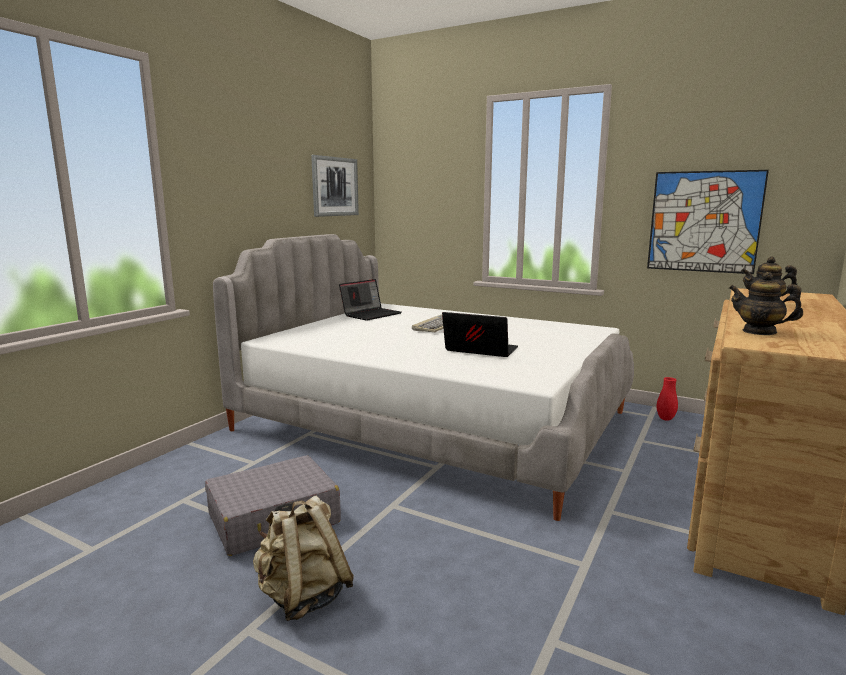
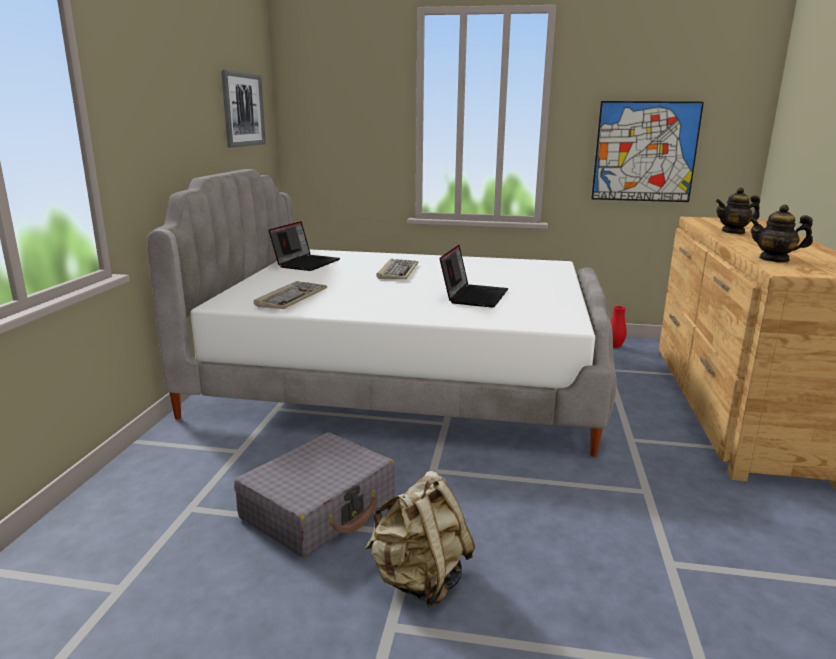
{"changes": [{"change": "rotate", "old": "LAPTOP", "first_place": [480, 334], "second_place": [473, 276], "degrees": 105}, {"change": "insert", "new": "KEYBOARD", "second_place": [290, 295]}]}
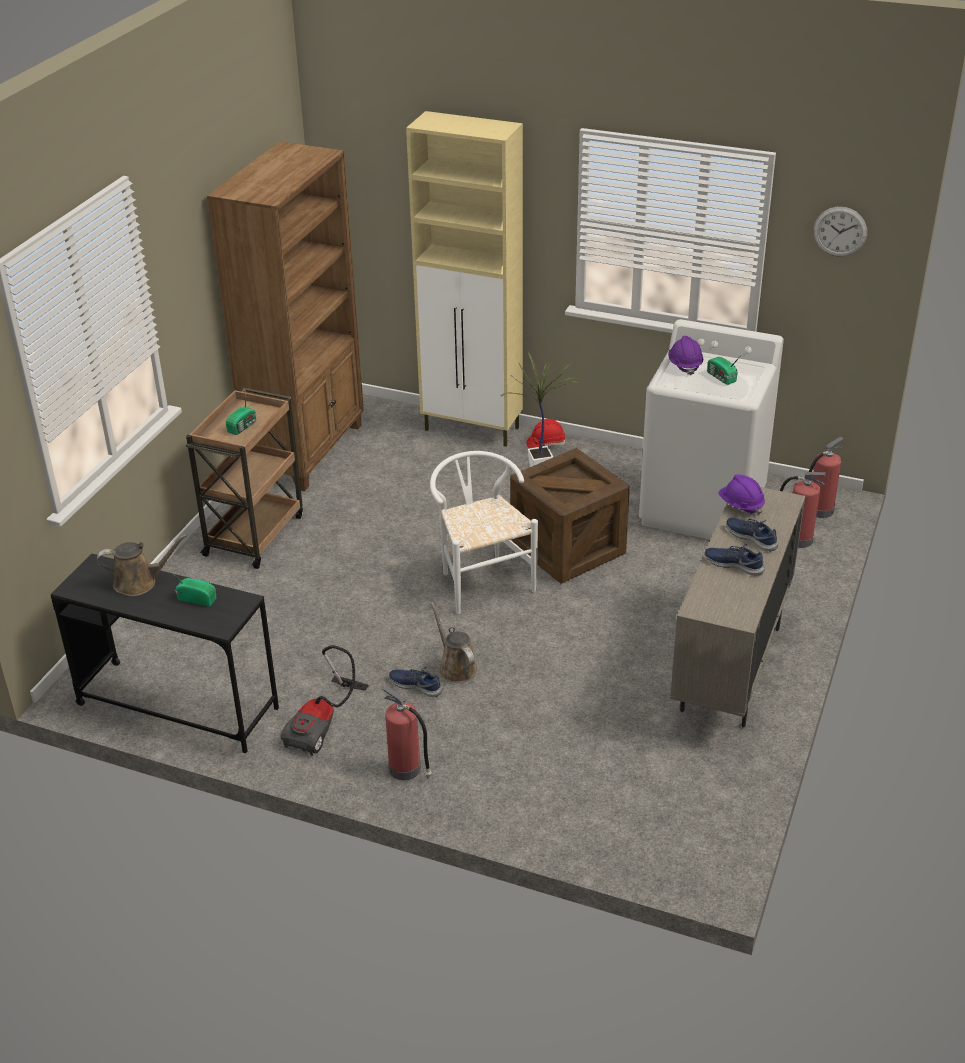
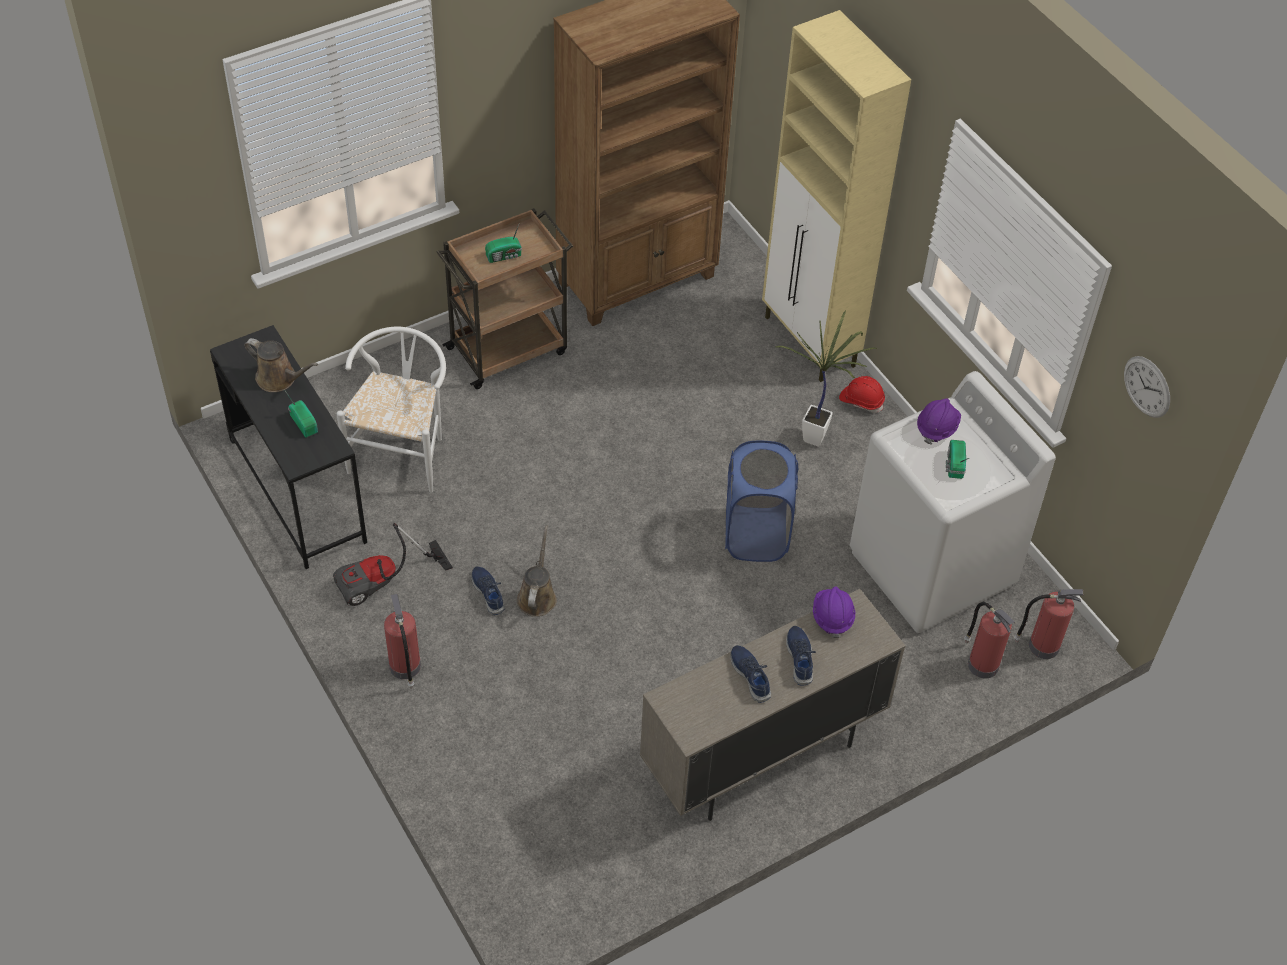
{"changes": [{"change": "replace", "old": "CRATE", "new": "BLUE LAUNDRY BASKET", "first_place": [570, 516], "second_place": [761, 501]}, {"change": "move", "old": "WHITE CHAIR", "first_place": [484, 532], "second_place": [391, 410]}]}
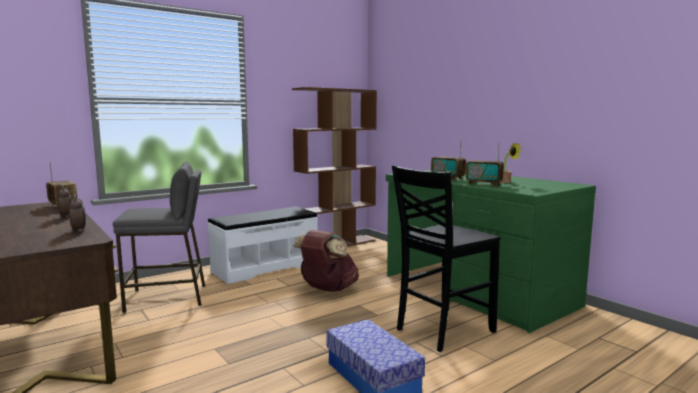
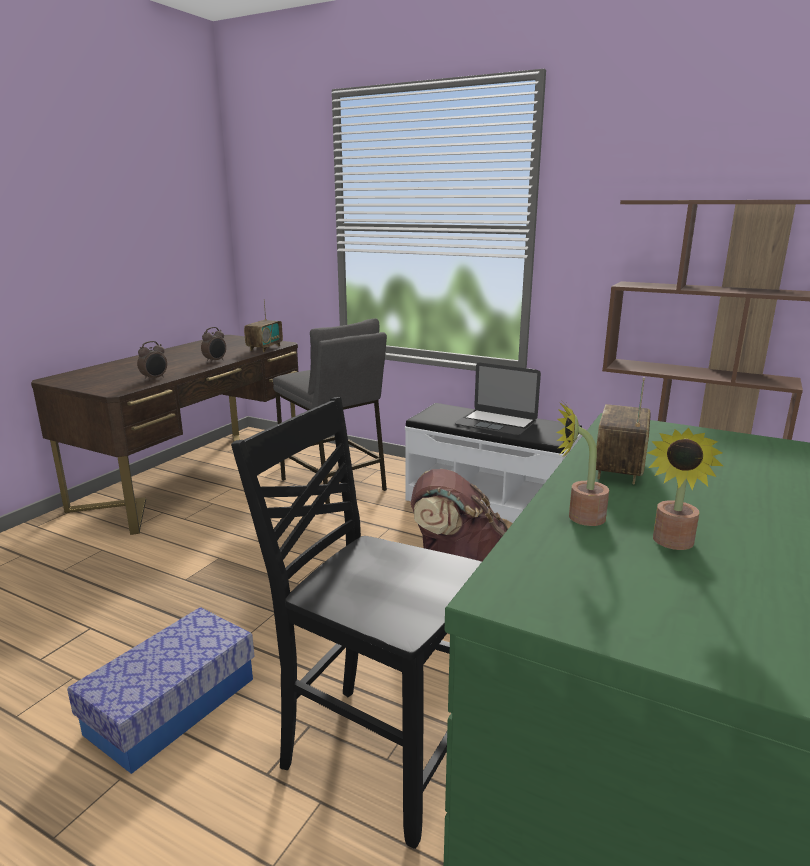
{"changes": [{"change": "replace", "old": "RADIO", "new": "POTTED PLANT", "first_place": [485, 164], "second_place": [582, 463]}, {"change": "insert", "new": "LAPTOP", "second_place": [497, 399]}]}
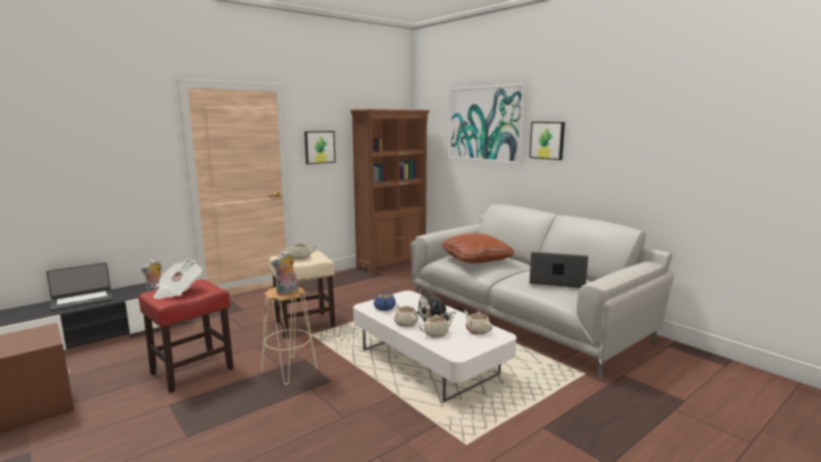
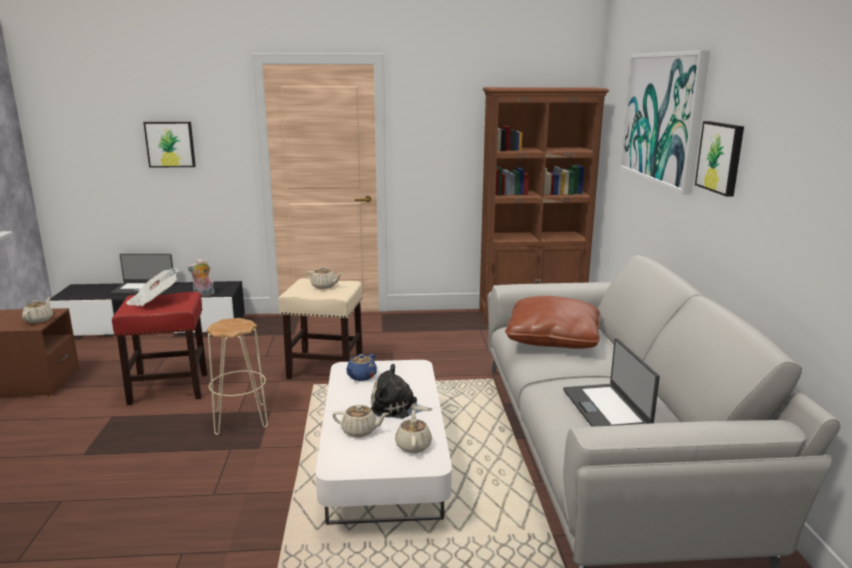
{"changes": [{"change": "move", "old": "PICTURE", "first_place": [320, 147], "second_place": [169, 145]}, {"change": "delete", "old": "PLUSH TOY", "first_place": [284, 271]}, {"change": "rotate", "old": "LAPTOP", "first_place": [558, 270], "second_place": [611, 382], "degrees": -150}, {"change": "move", "old": "BEIGE TEAPOT", "first_place": [406, 315], "second_place": [37, 310]}]}
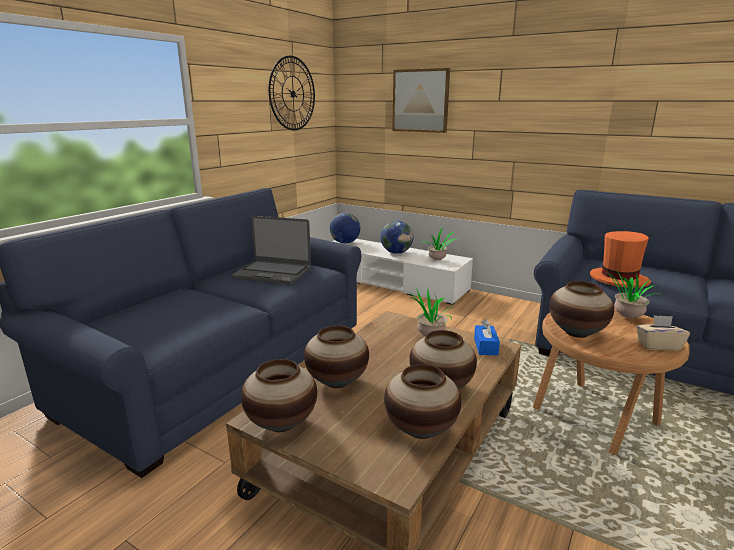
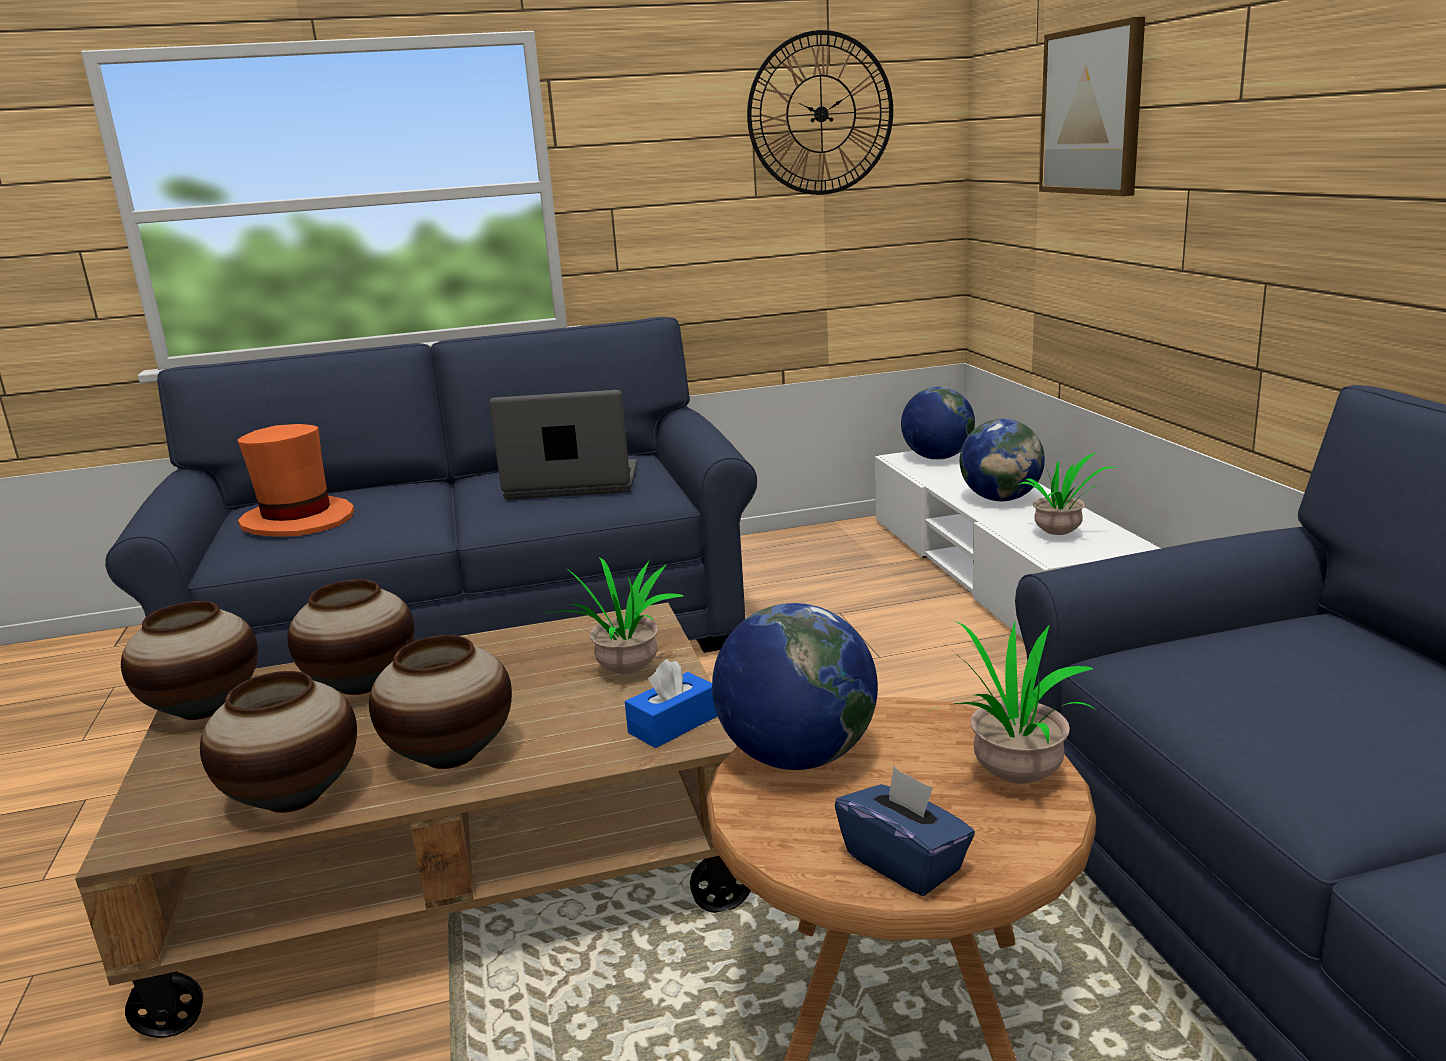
{"changes": [{"change": "rotate", "old": "LAPTOP", "first_place": [271, 250], "second_place": [563, 445], "degrees": 120}, {"change": "move", "old": "ORANGE HAT", "first_place": [620, 259], "second_place": [296, 480]}, {"change": "replace", "old": "VASE", "new": "GLOBE", "first_place": [581, 309], "second_place": [795, 686]}, {"change": "recolor", "old": "BEIGE TISSUE BOX", "new": "BLUE TISSUE BOX", "first_place": [663, 333], "second_place": [905, 831]}]}
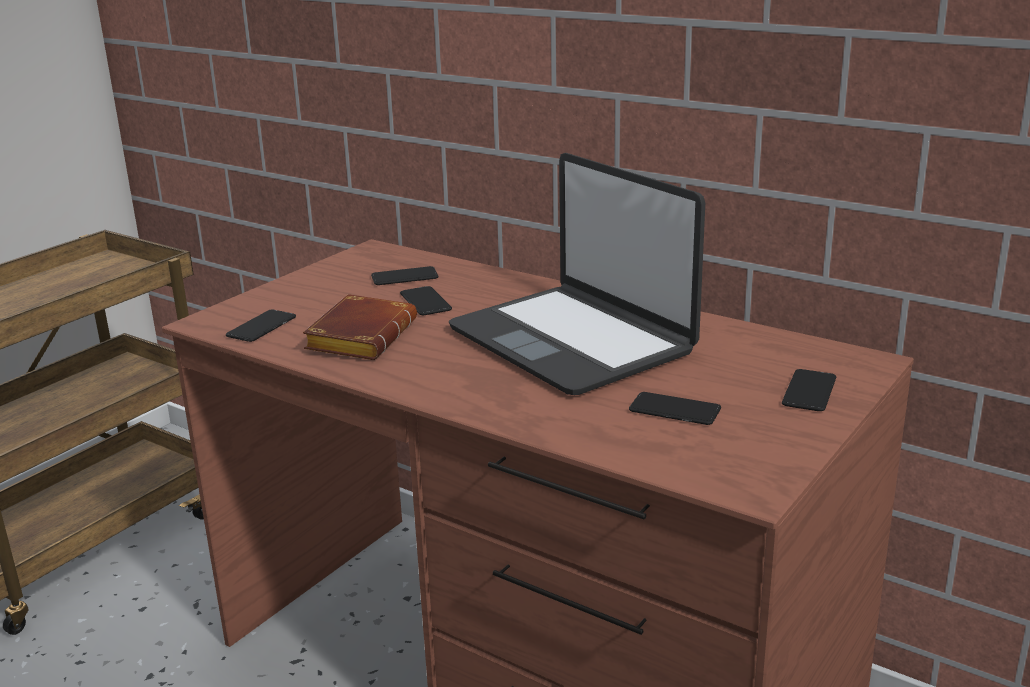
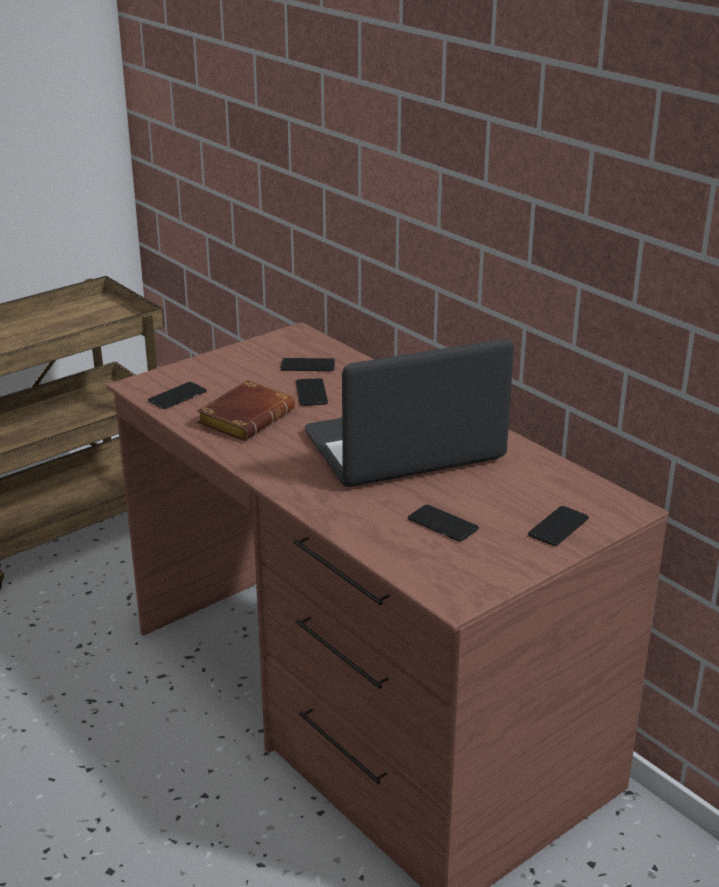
{"changes": [{"change": "rotate", "old": "LAPTOP", "first_place": [577, 274], "second_place": [409, 413], "degrees": 90}]}
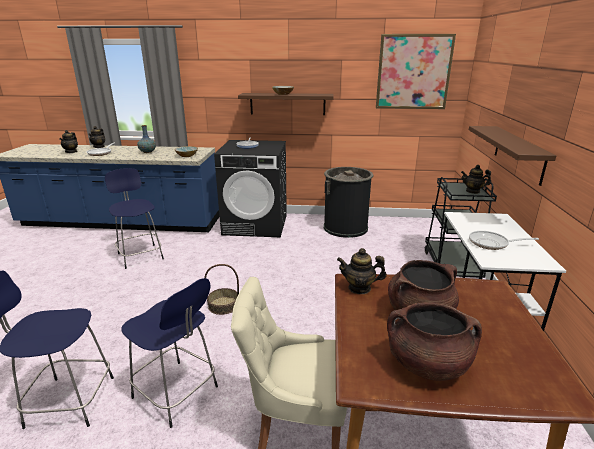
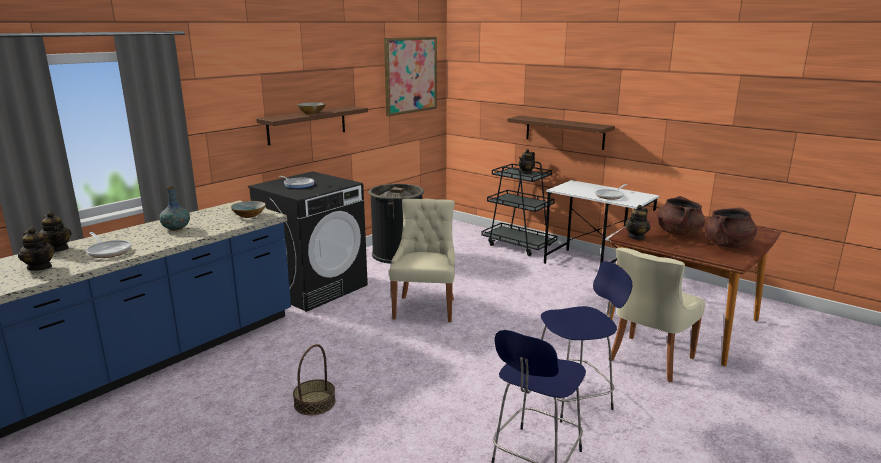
{"changes": [{"change": "delete", "old": "BLUE STOOL", "first_place": [134, 218]}, {"change": "move", "old": "BASKET", "first_place": [221, 289], "second_place": [314, 379]}, {"change": "insert", "new": "BEIGE CHAIR", "second_place": [422, 260]}]}
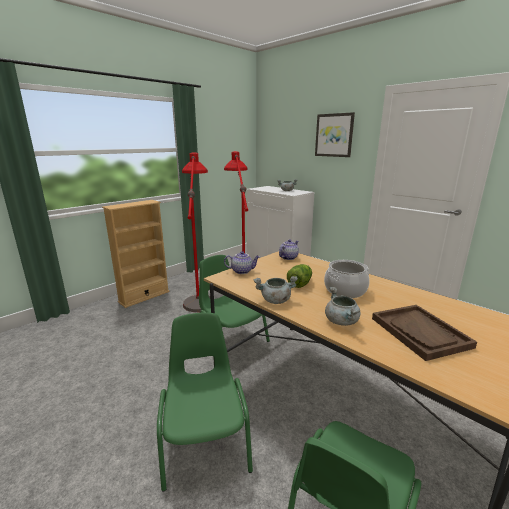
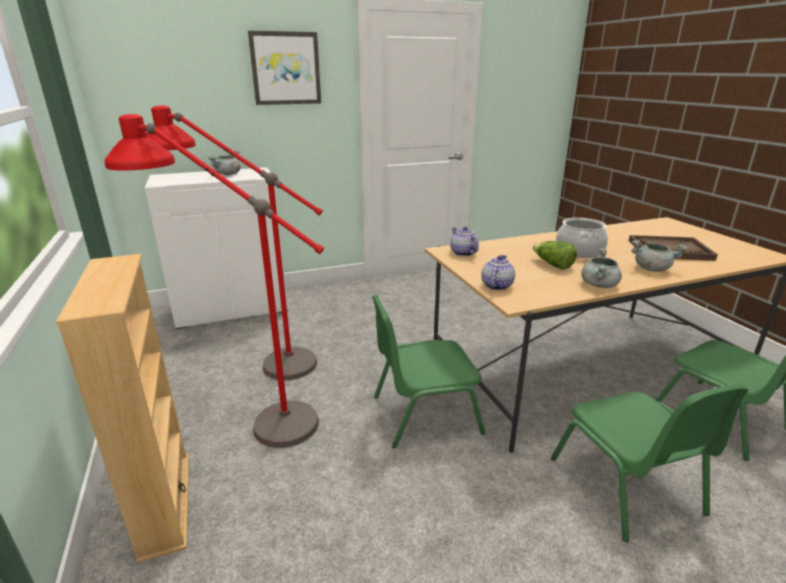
{"changes": [{"change": "rotate", "old": "GREEN CHAIR", "first_place": [205, 402], "second_place": [650, 463], "degrees": -120}]}
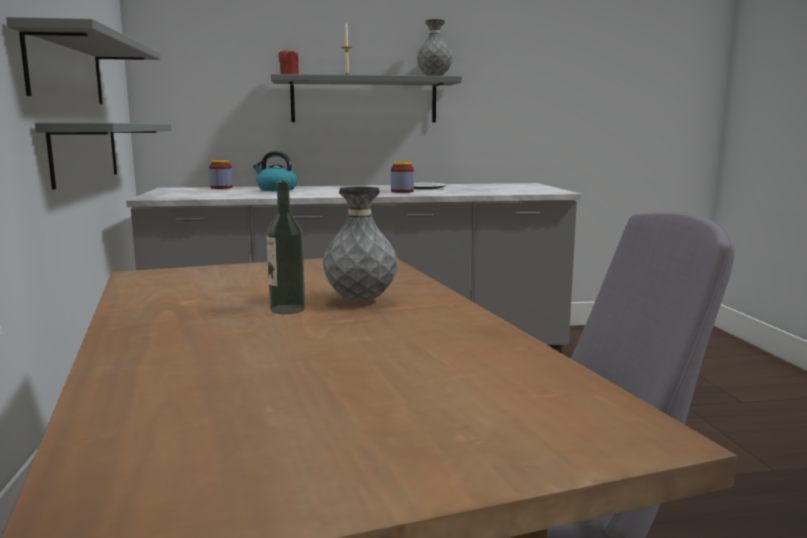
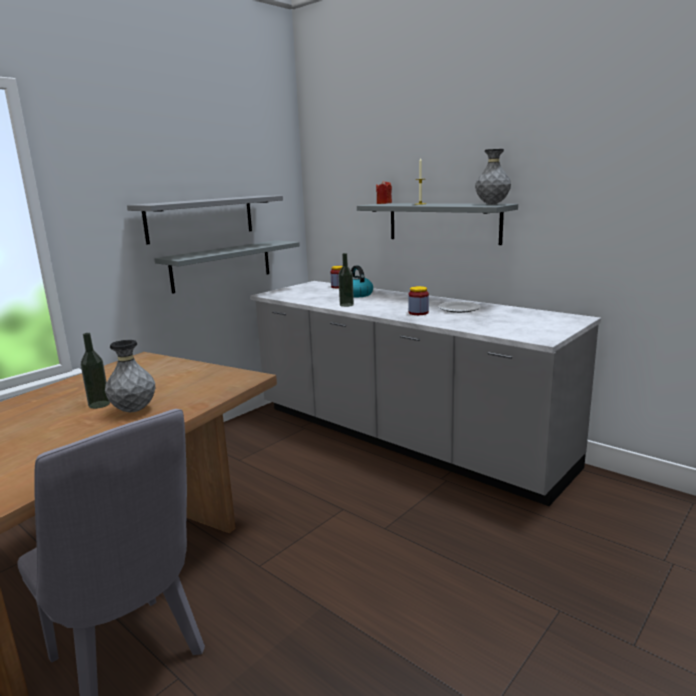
{"changes": [{"change": "insert", "new": "BOTTLE", "second_place": [346, 280]}]}
